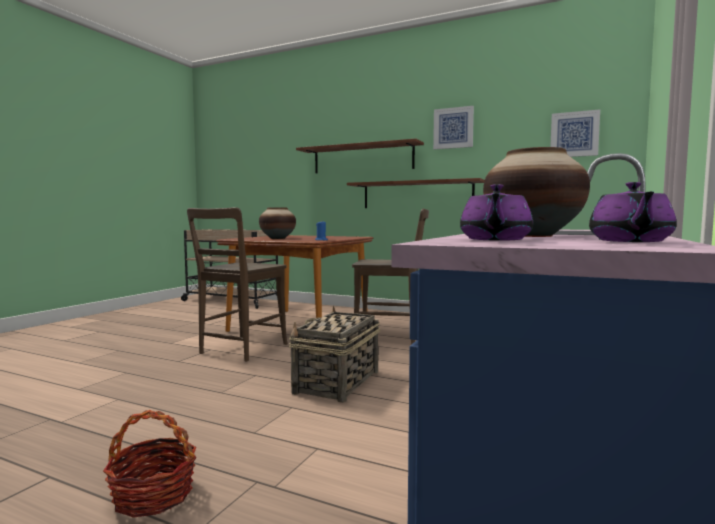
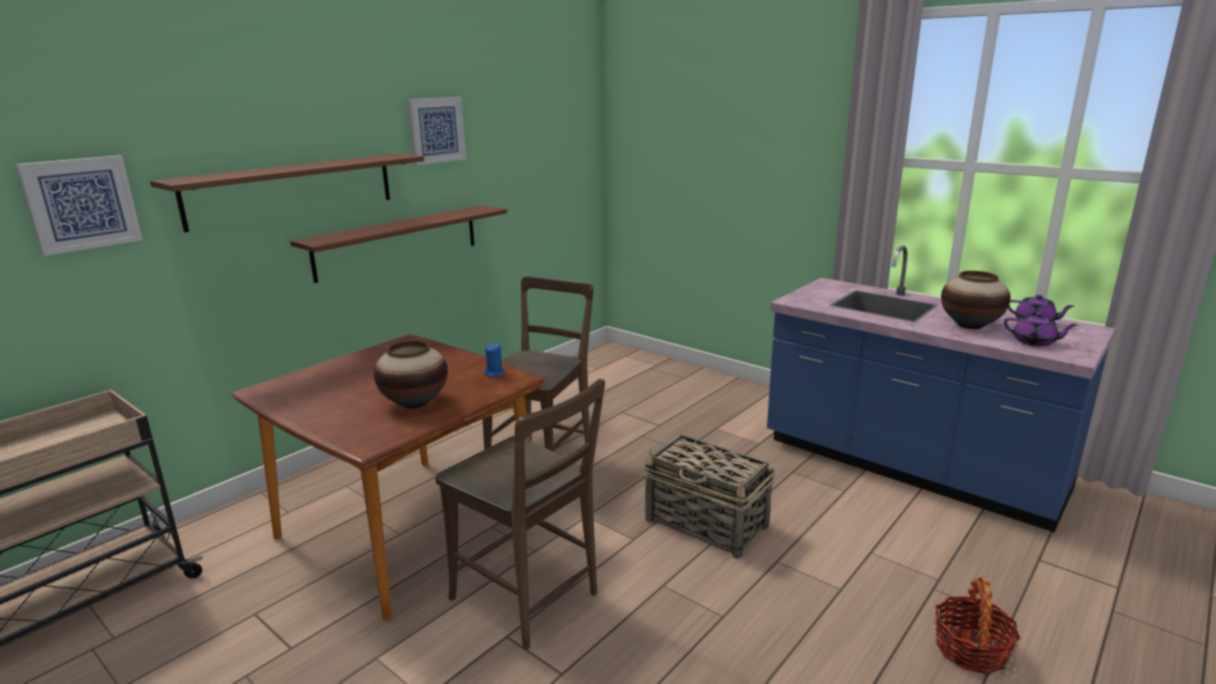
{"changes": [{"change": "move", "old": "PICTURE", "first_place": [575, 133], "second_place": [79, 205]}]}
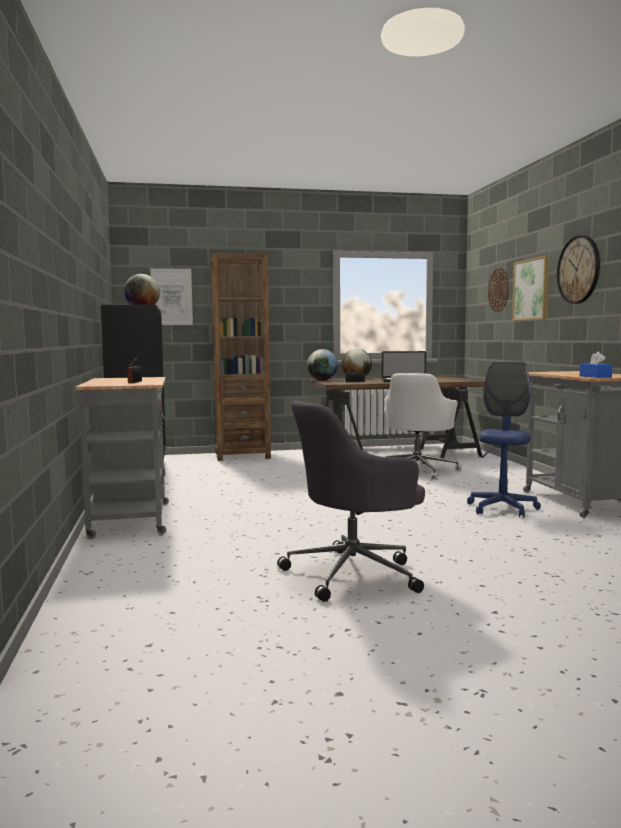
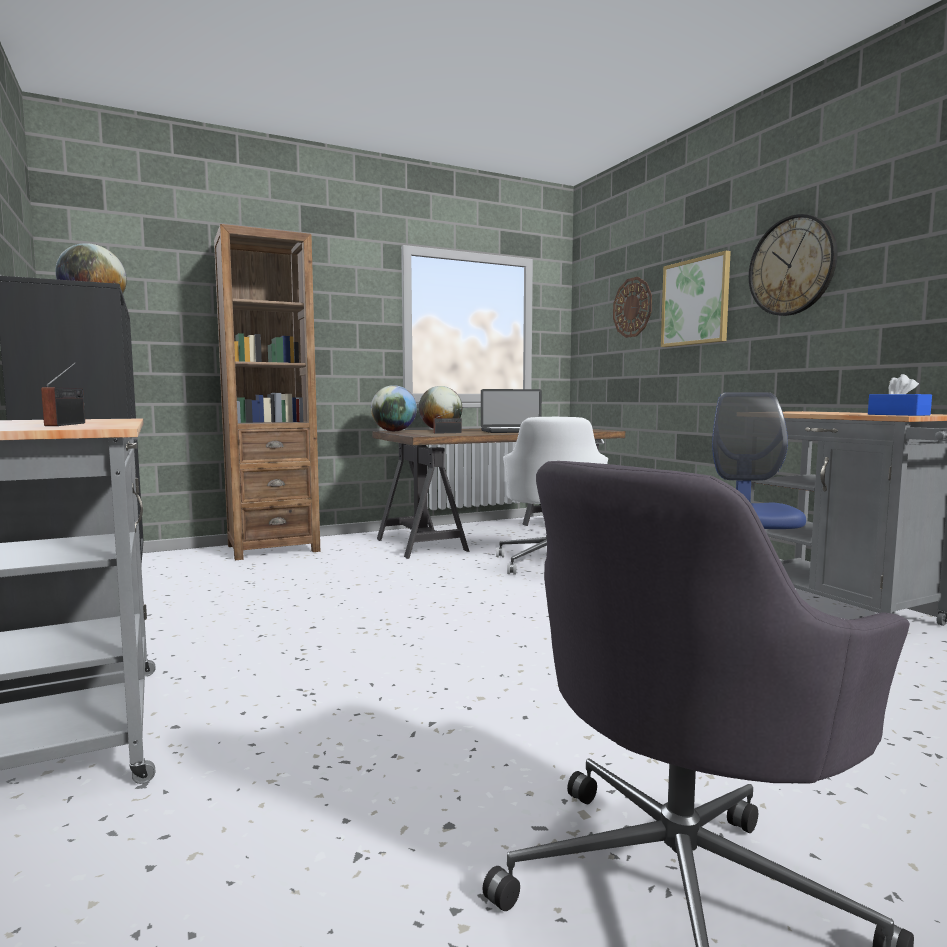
{"changes": [{"change": "delete", "old": "PICTURE", "first_place": [172, 296]}]}
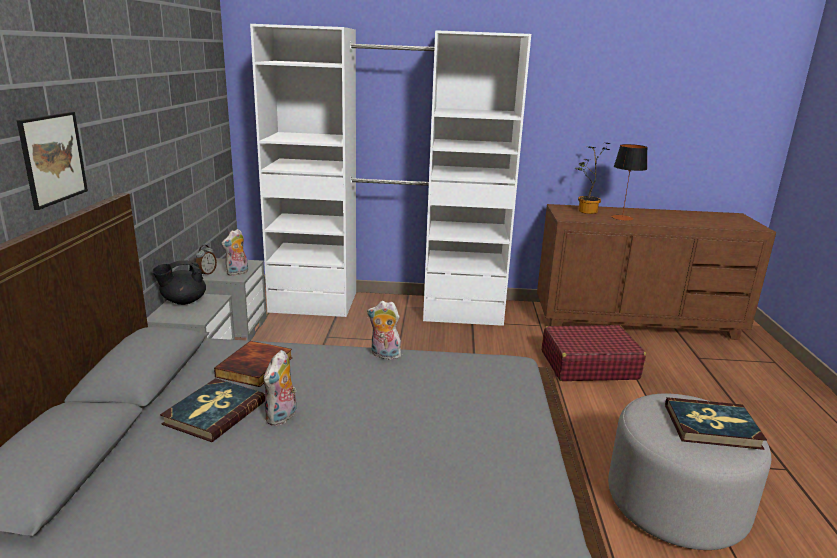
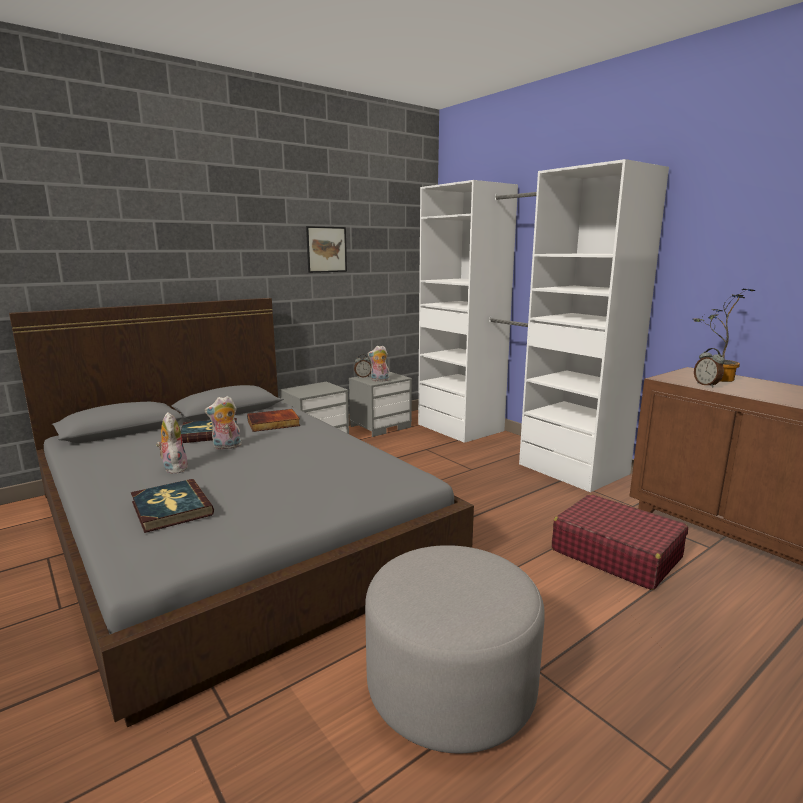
{"changes": [{"change": "move", "old": "PICTURE", "first_place": [52, 161], "second_place": [326, 249]}, {"change": "delete", "old": "TABLE LAMP", "first_place": [629, 182]}, {"change": "delete", "old": "BLACK TEAPOT", "first_place": [179, 282]}, {"change": "move", "old": "PLUSH TOY", "first_place": [384, 330], "second_place": [172, 443]}, {"change": "move", "old": "BOOK", "first_place": [716, 423], "second_place": [172, 506]}, {"change": "insert", "new": "ALARM CLOCK", "second_place": [709, 367]}]}
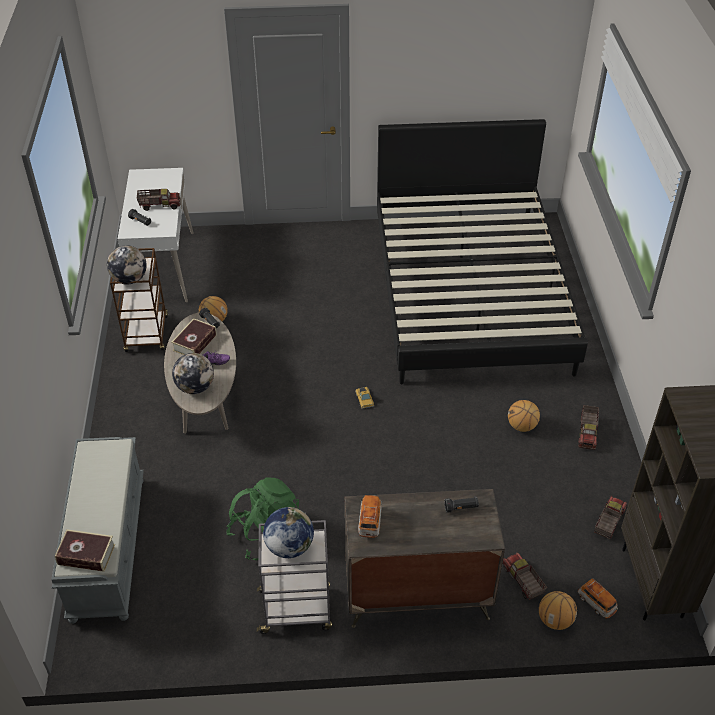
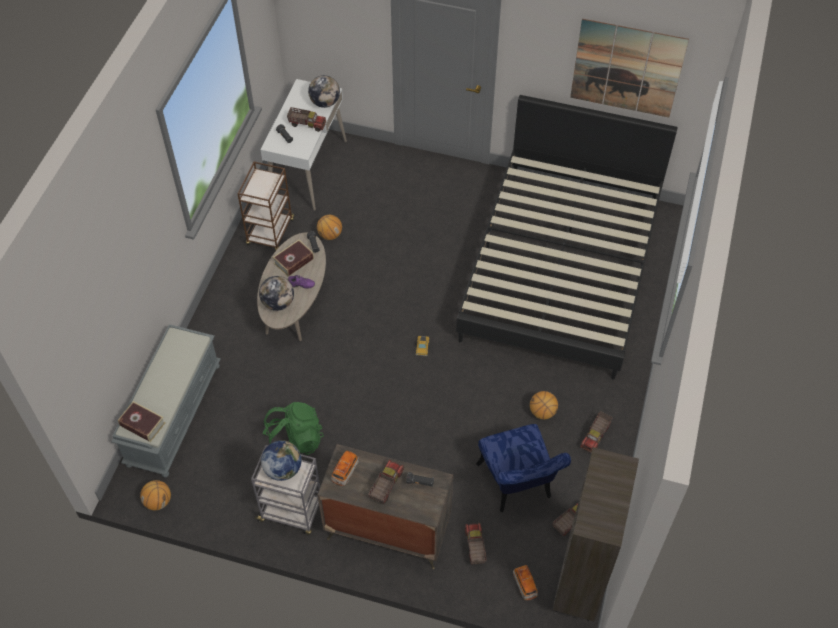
{"changes": [{"change": "move", "old": "GLOBE", "first_place": [127, 265], "second_place": [324, 91]}, {"change": "move", "old": "BASKETBALL", "first_place": [558, 610], "second_place": [155, 495]}, {"change": "insert", "new": "PICTURE", "second_place": [629, 68]}, {"change": "insert", "new": "BLUE CHAIR", "second_place": [523, 468]}, {"change": "insert", "new": "TOY TRUCK", "second_place": [386, 482]}]}
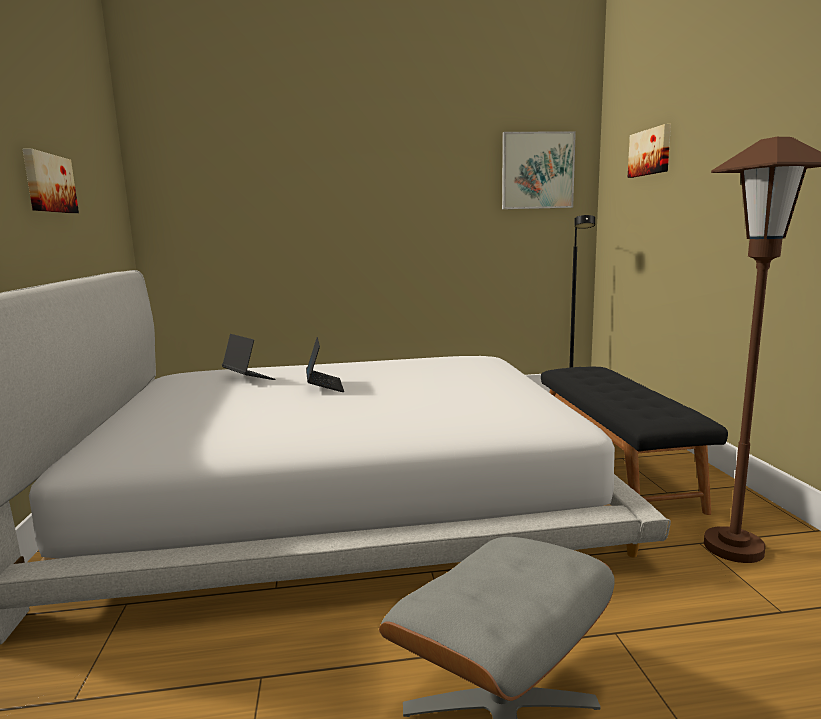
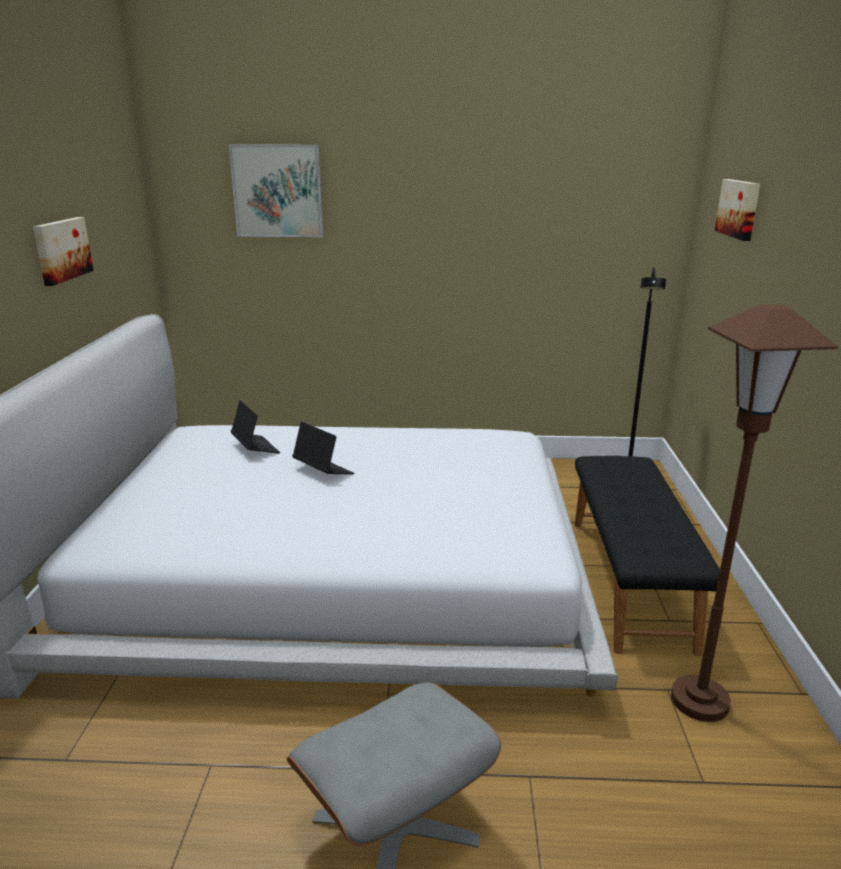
{"changes": [{"change": "move", "old": "PICTURE", "first_place": [539, 170], "second_place": [276, 191]}, {"change": "rotate", "old": "LAPTOP", "first_place": [325, 364], "second_place": [323, 448], "degrees": -45}]}
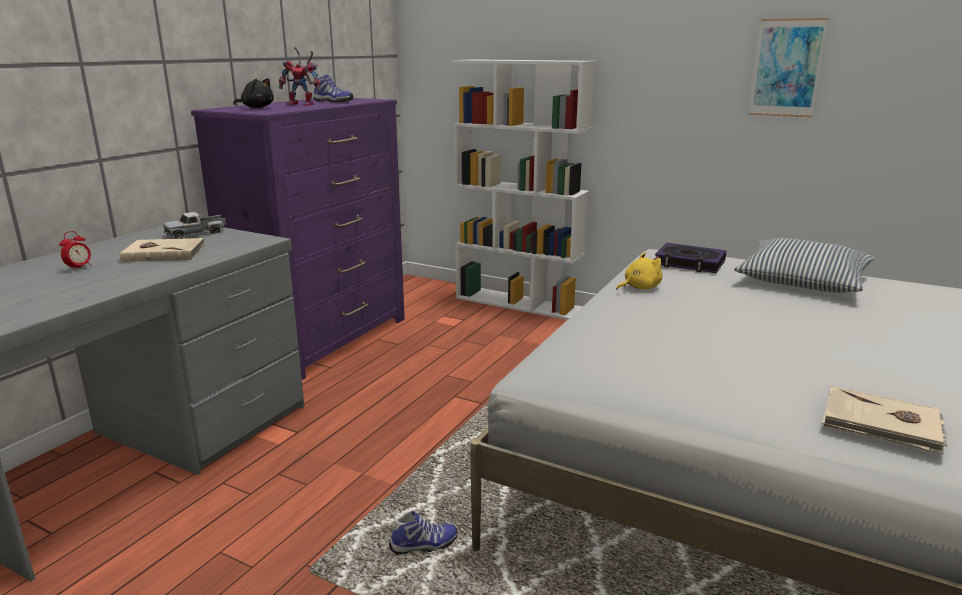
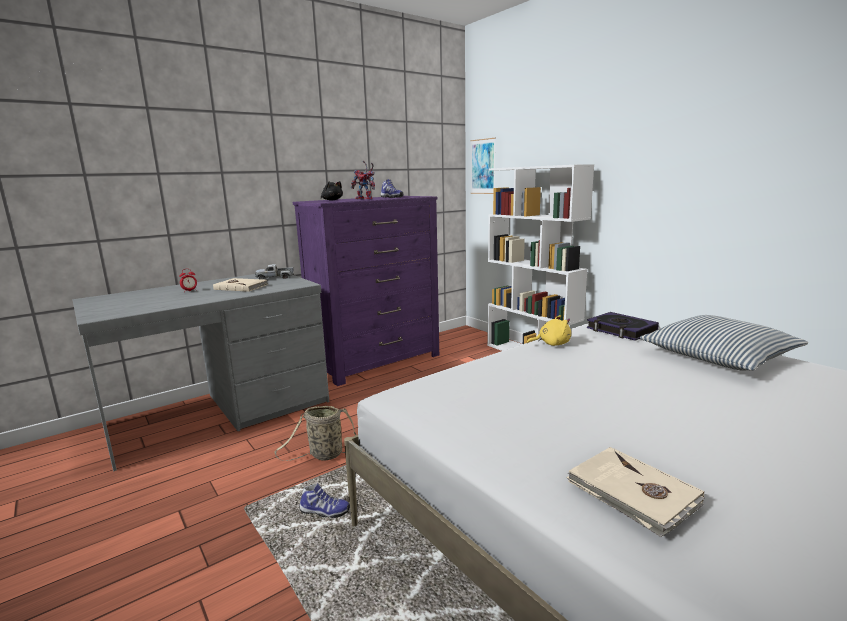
{"changes": [{"change": "move", "old": "PICTURE", "first_place": [789, 67], "second_place": [483, 166]}, {"change": "insert", "new": "BASKET", "second_place": [315, 433]}]}
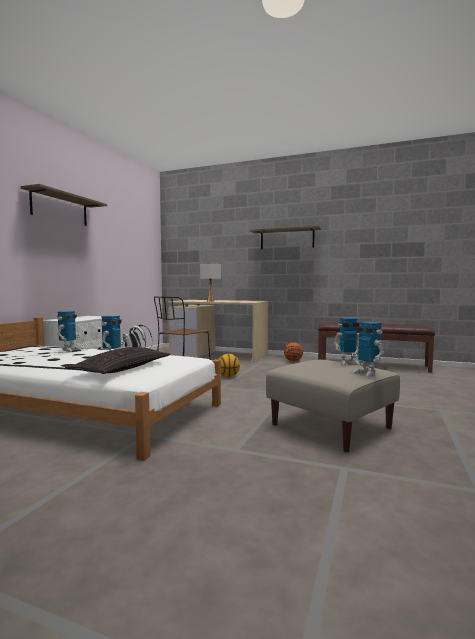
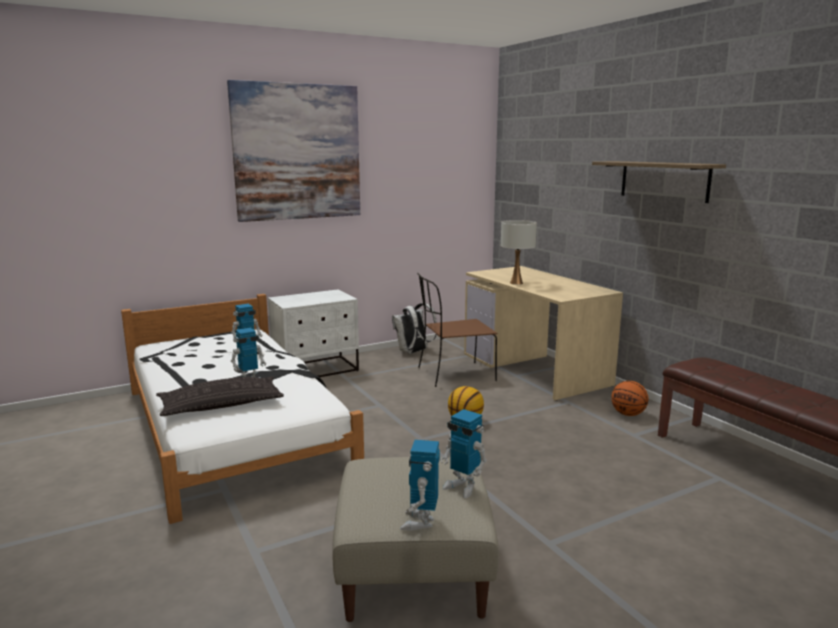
{"changes": [{"change": "replace", "old": "SHELF", "new": "PICTURE", "first_place": [64, 205], "second_place": [293, 151]}]}
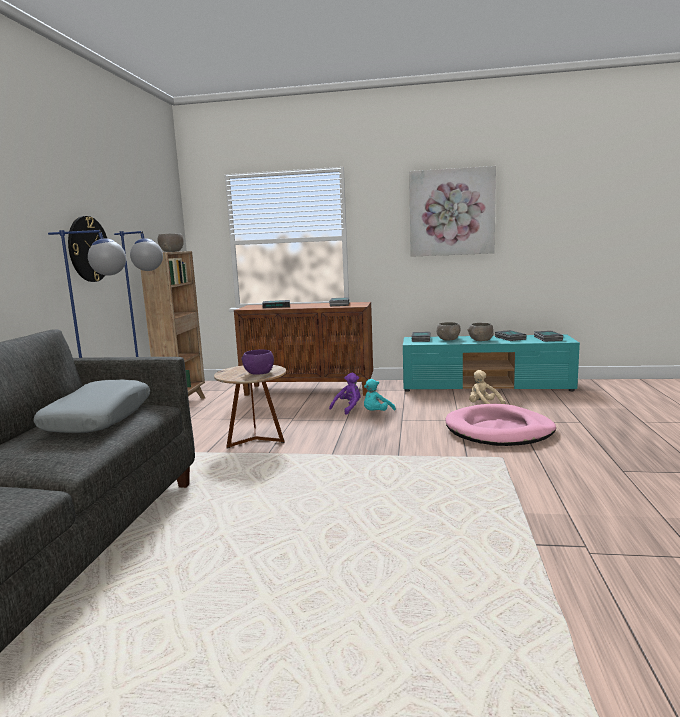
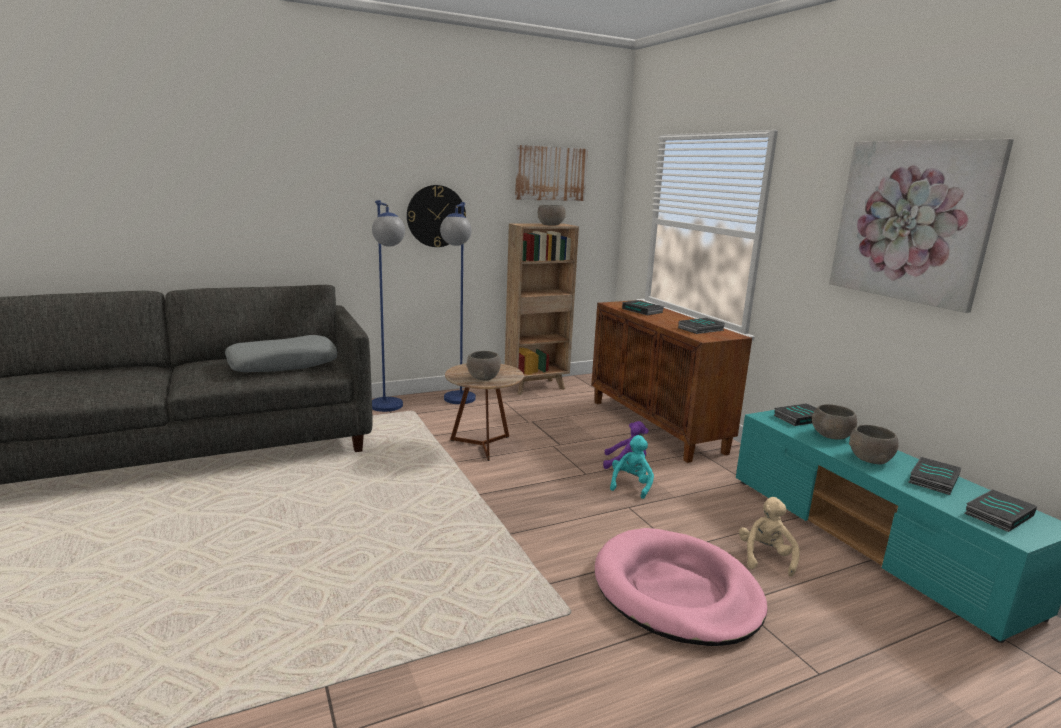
{"changes": [{"change": "recolor", "old": "PURPLE BOWL", "new": "GREY BOWL", "first_place": [257, 362], "second_place": [483, 366]}, {"change": "rotate", "old": "TURQUOISE PLUSH TOY", "first_place": [380, 395], "second_place": [632, 467], "degrees": 105}, {"change": "insert", "new": "PICTURE", "second_place": [551, 173]}]}
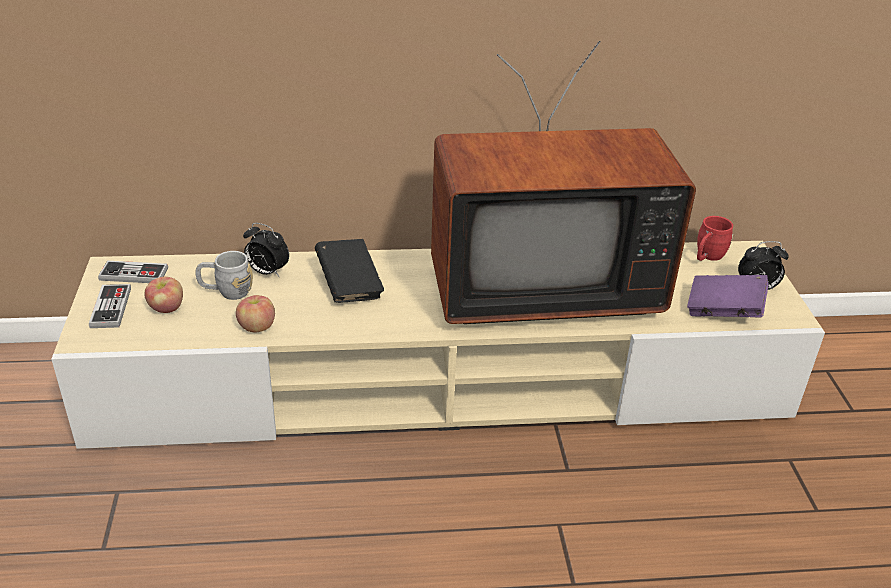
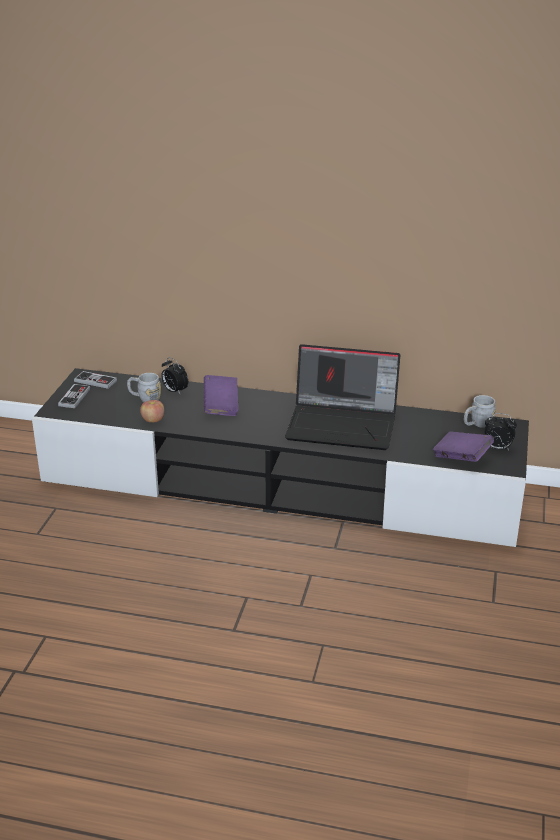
{"changes": [{"change": "replace", "old": "TELEVISION", "new": "LAPTOP", "first_place": [563, 182], "second_place": [342, 397]}, {"change": "recolor", "old": "RED MUG", "new": "GREY MUG", "first_place": [715, 238], "second_place": [480, 411]}, {"change": "recolor", "old": "BLACK BOOK", "new": "PURPLE BOOK", "first_place": [349, 271], "second_place": [221, 395]}, {"change": "recolor", "old": "BEIGE TV STAND", "new": "BLACK TV STAND", "first_place": [438, 345], "second_place": [280, 457]}, {"change": "delete", "old": "APPLE", "first_place": [163, 295]}]}
